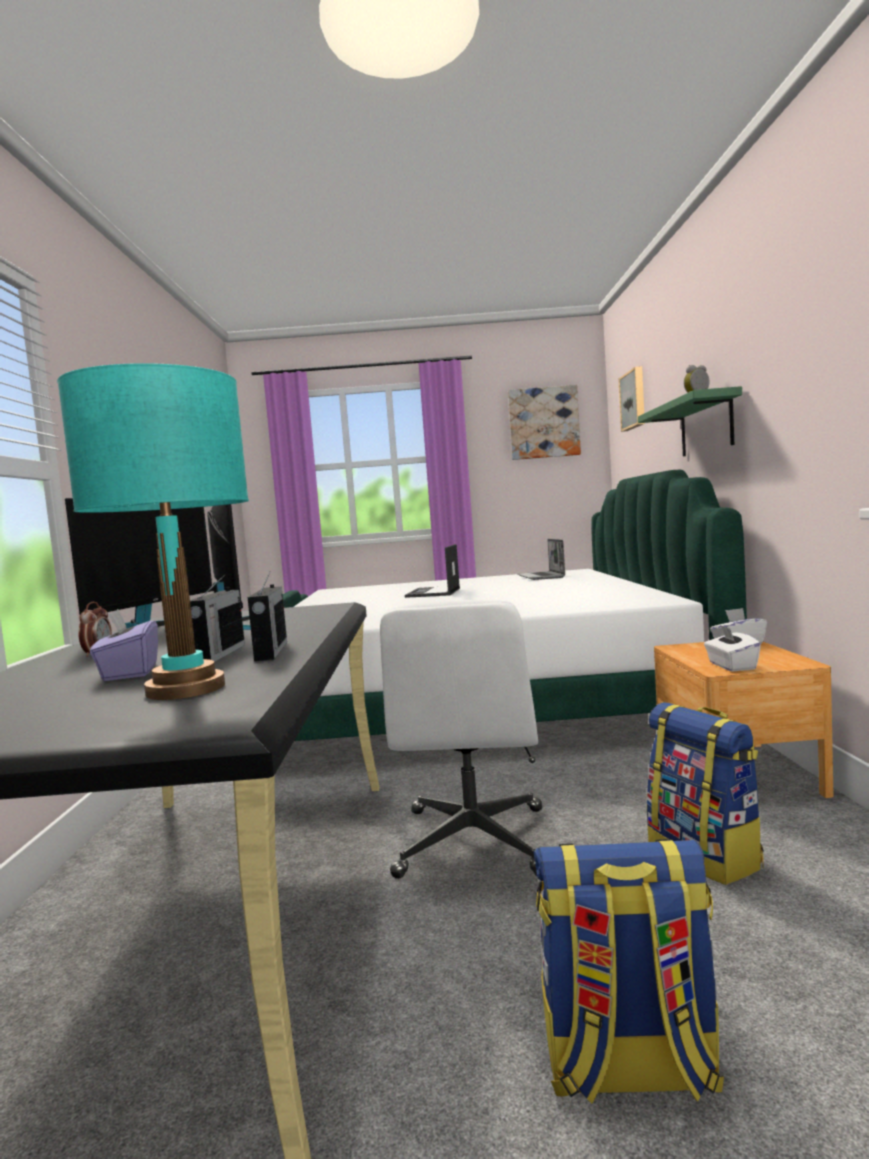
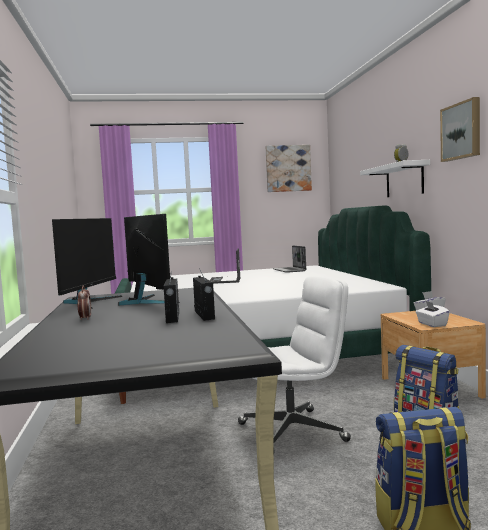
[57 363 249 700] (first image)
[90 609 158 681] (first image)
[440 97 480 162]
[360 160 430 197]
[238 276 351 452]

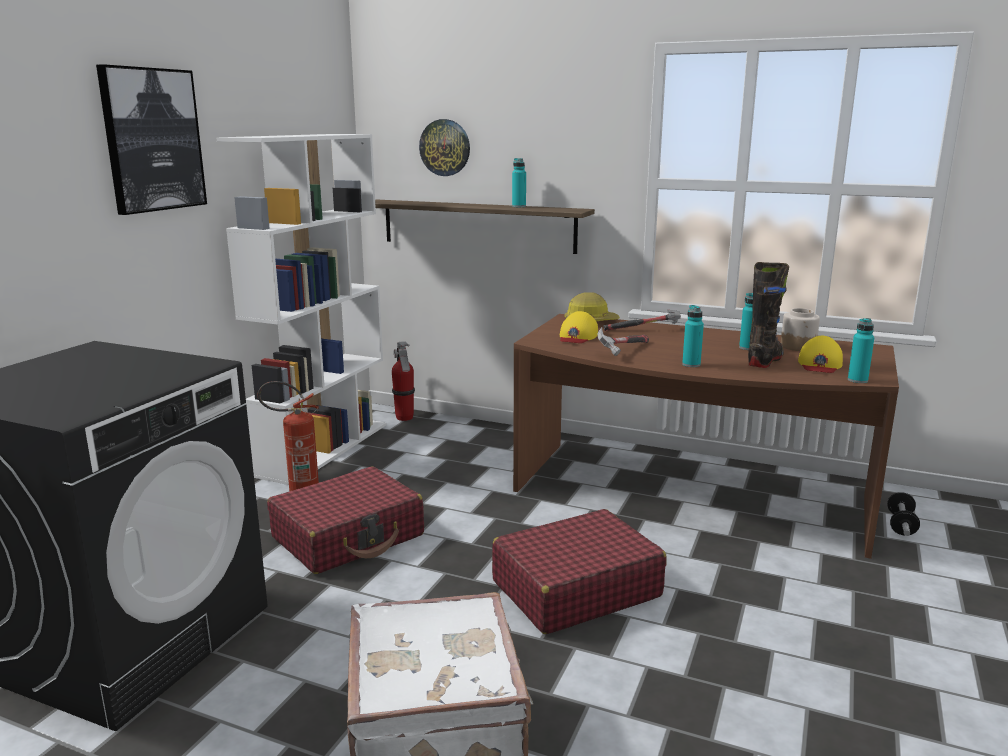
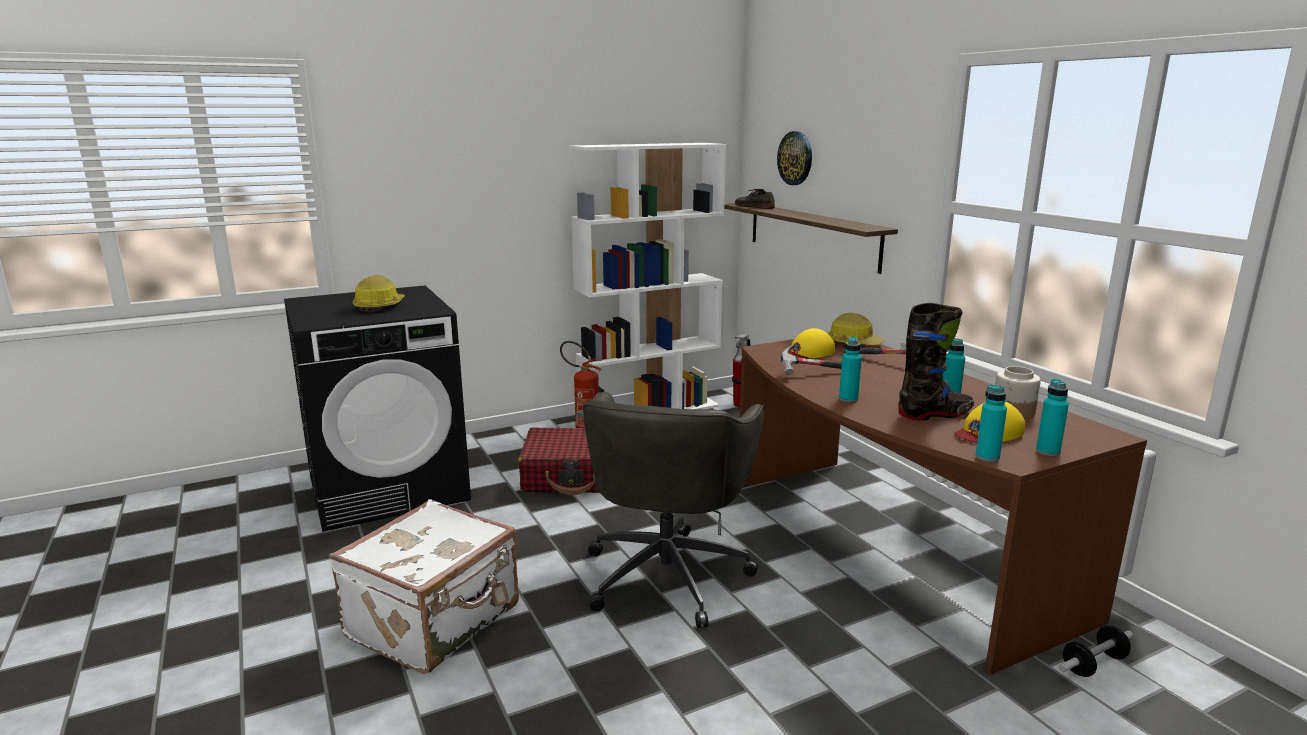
[96 64 207 215] (first image)
[352 275 405 312]
[735 189 775 209]
[1036 379 1069 456]
[583 392 764 628]

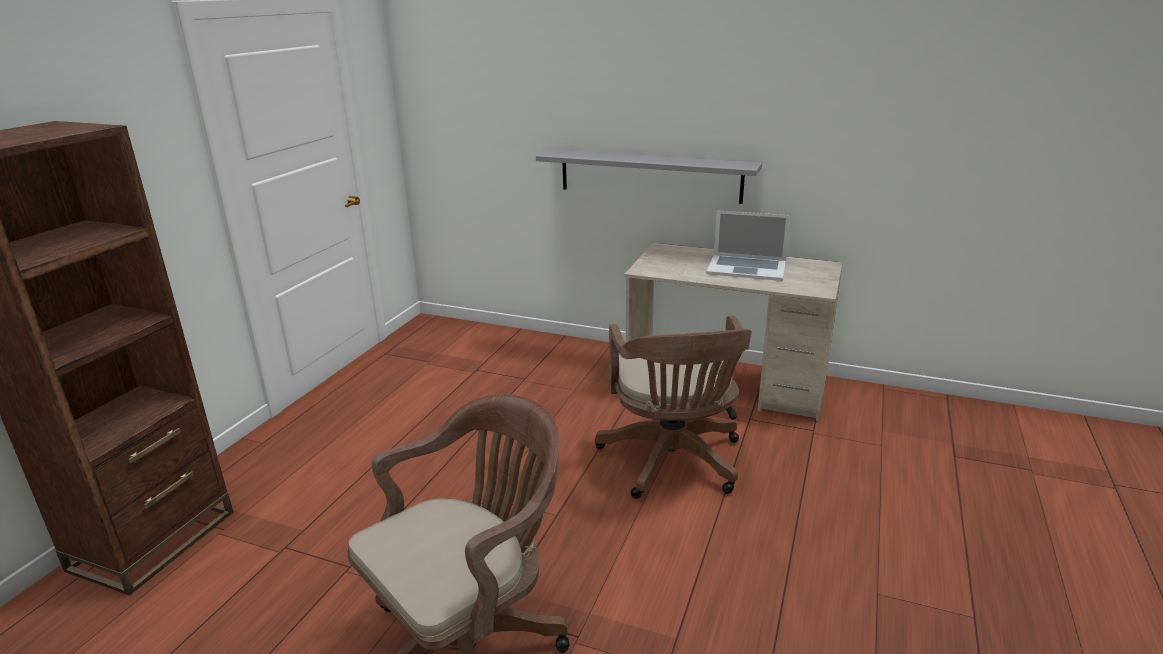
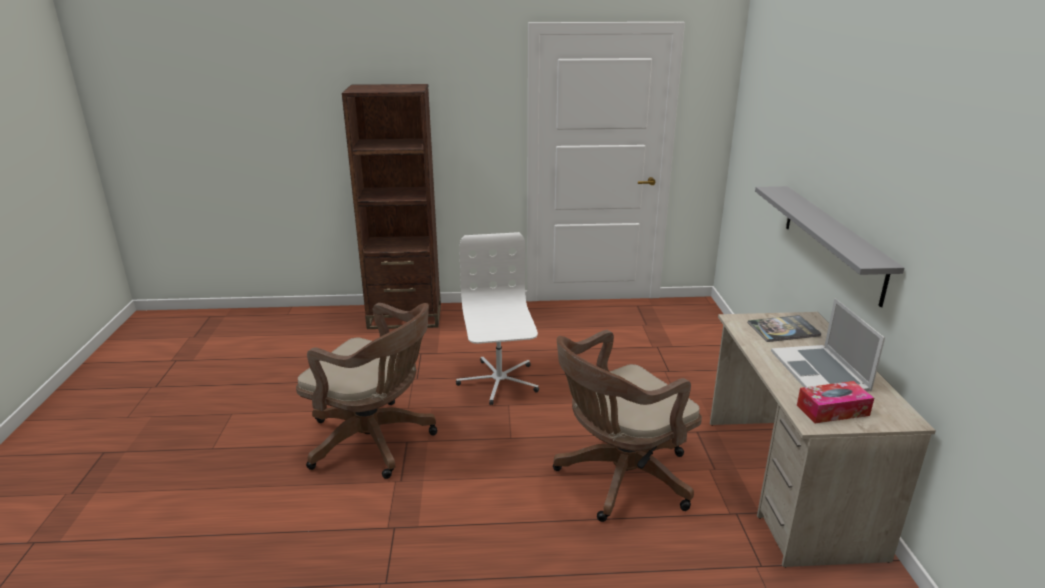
[456 232 539 405]
[748 315 822 342]
[797 381 874 423]

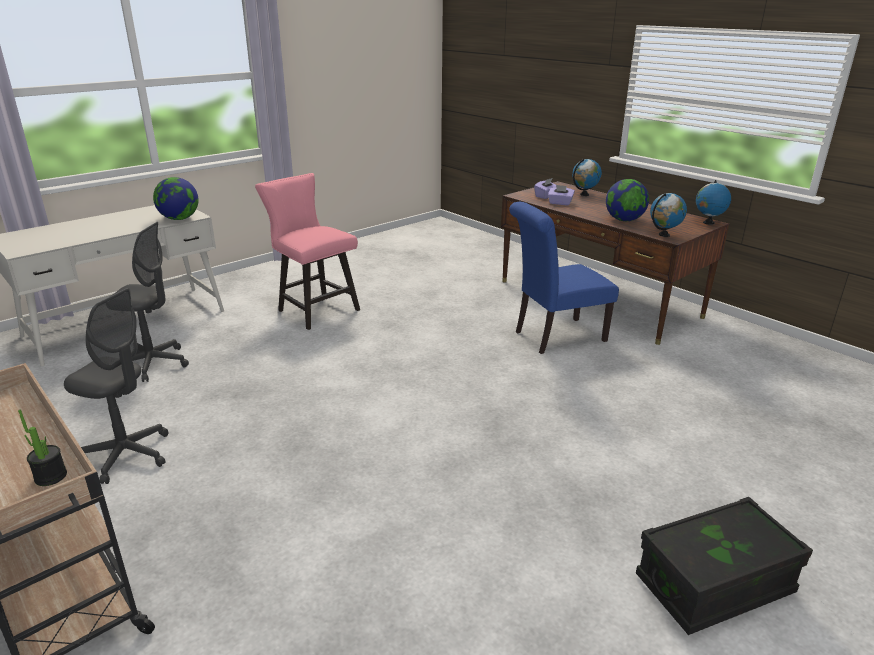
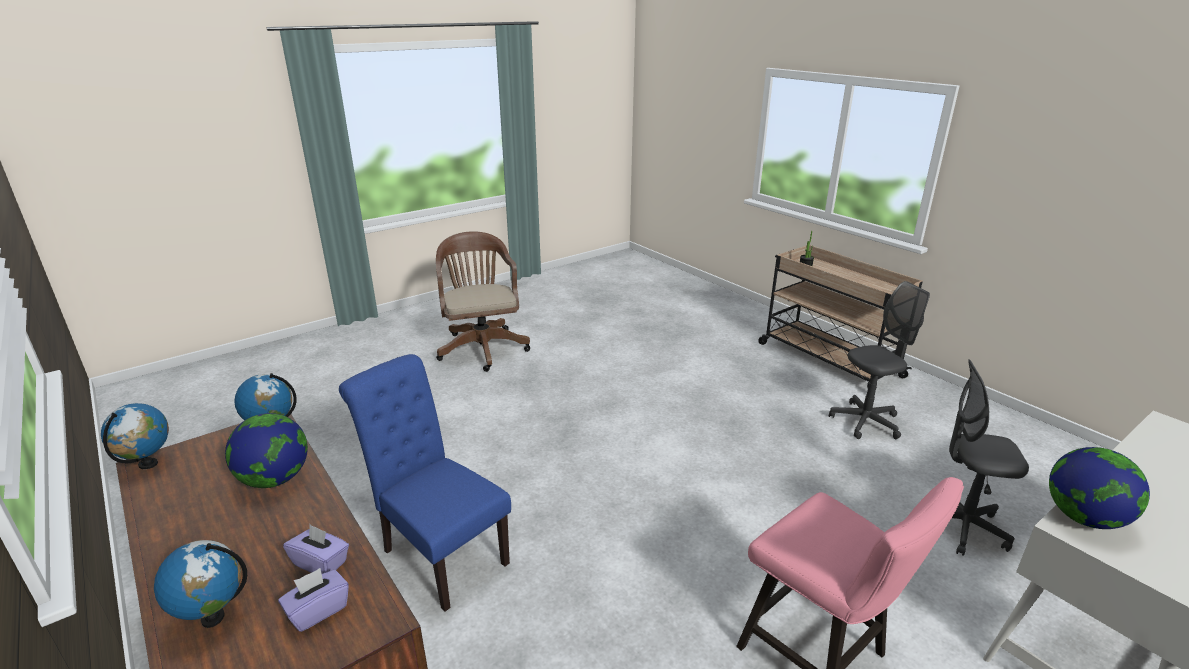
[436 231 530 372]
[829 281 930 439]
[339 354 511 612]

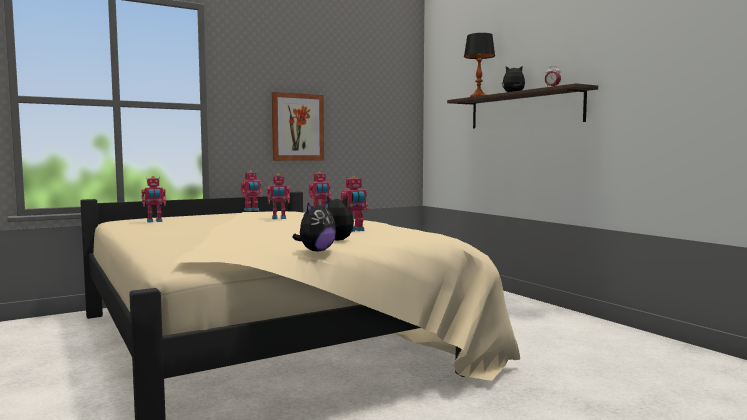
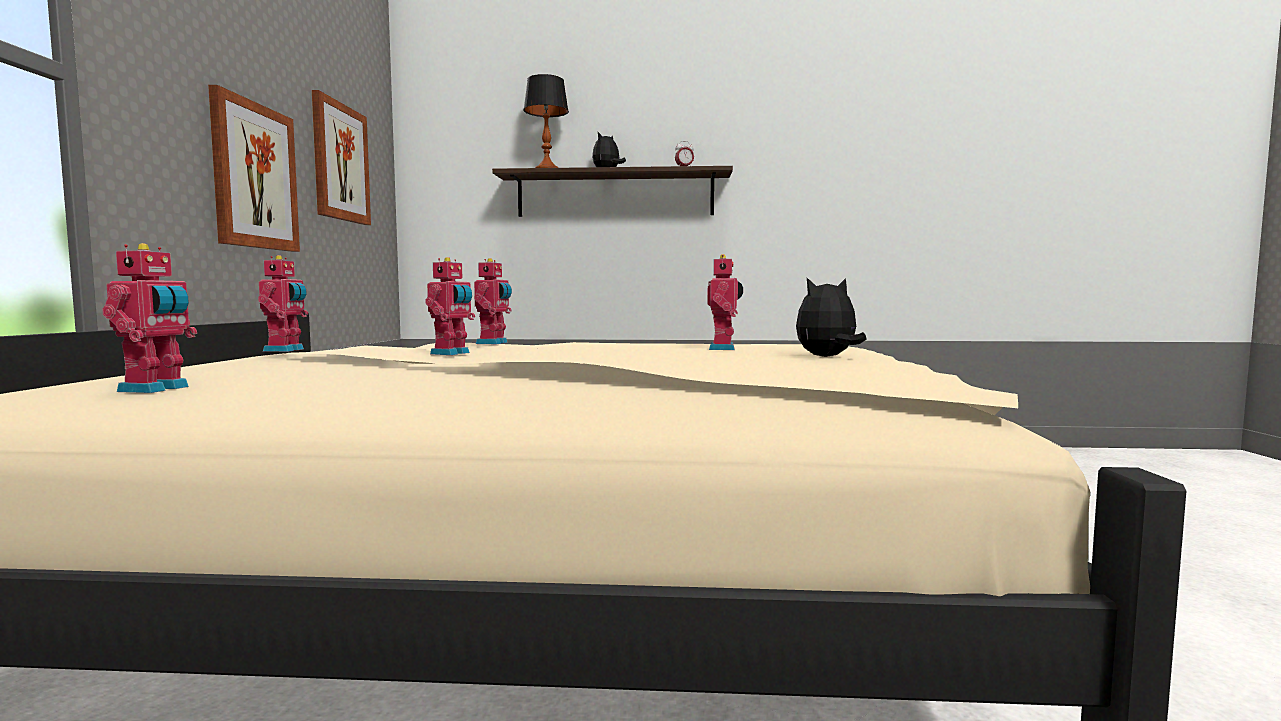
[292 201 336 252] (first image)
[312 90 371 225]

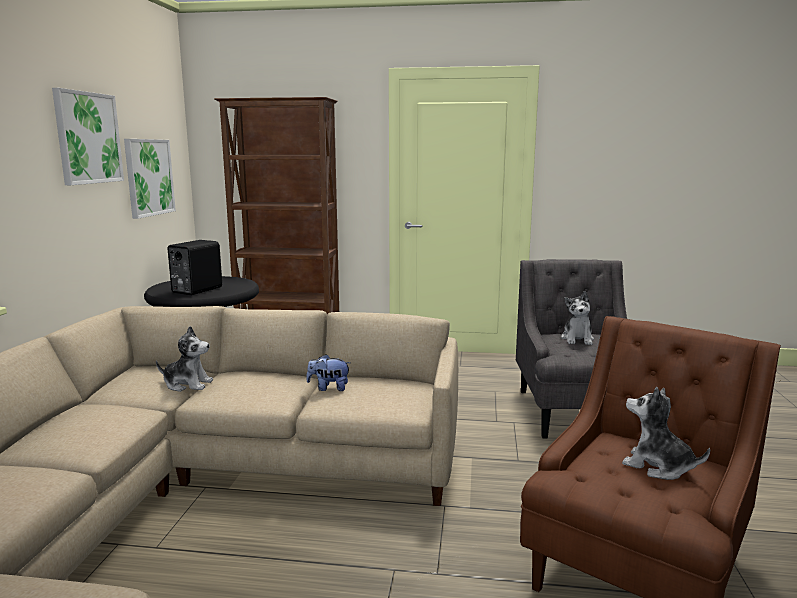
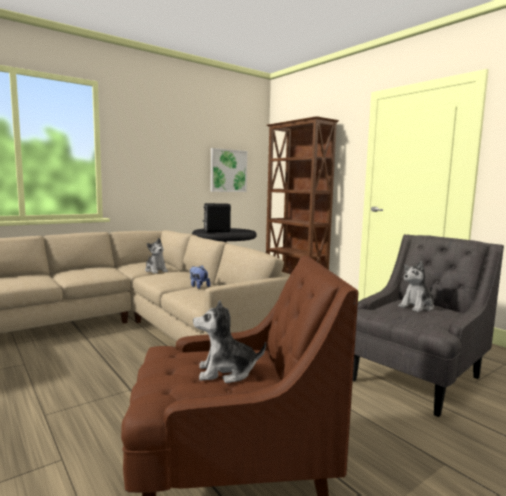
[52 88 124 185] (first image)
[193 300 266 383]

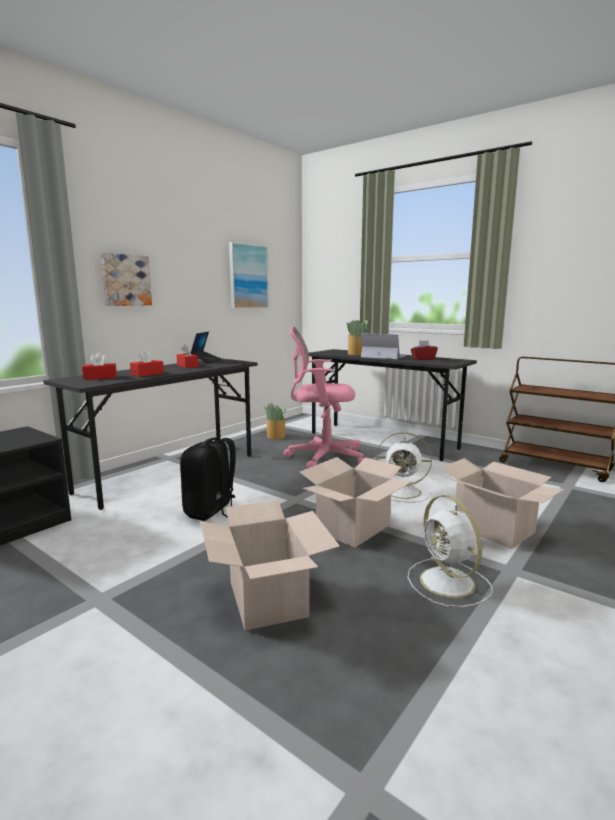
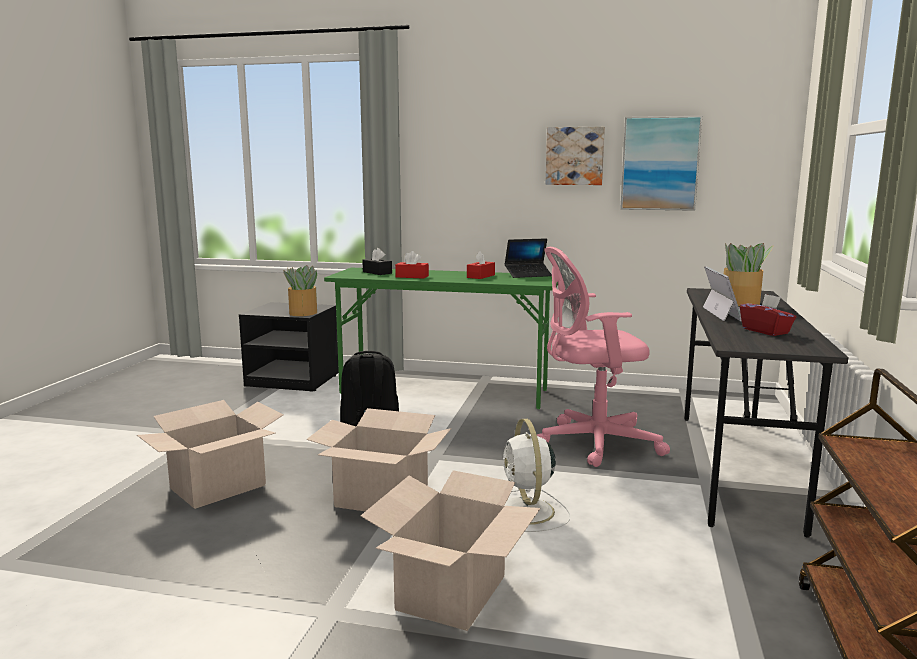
[407 495 493 607] (first image)
[545 127 605 185]
[283 265 317 316]
[324 268 558 409]
[362 248 392 275]
[537 247 670 467]

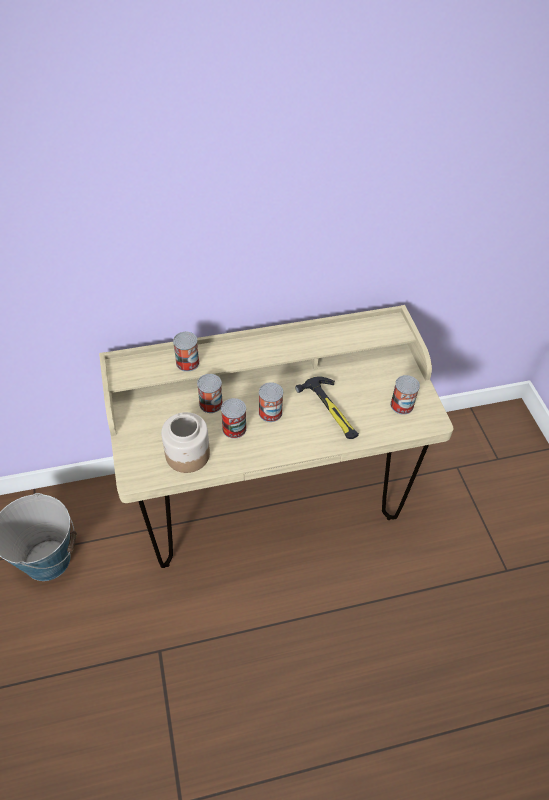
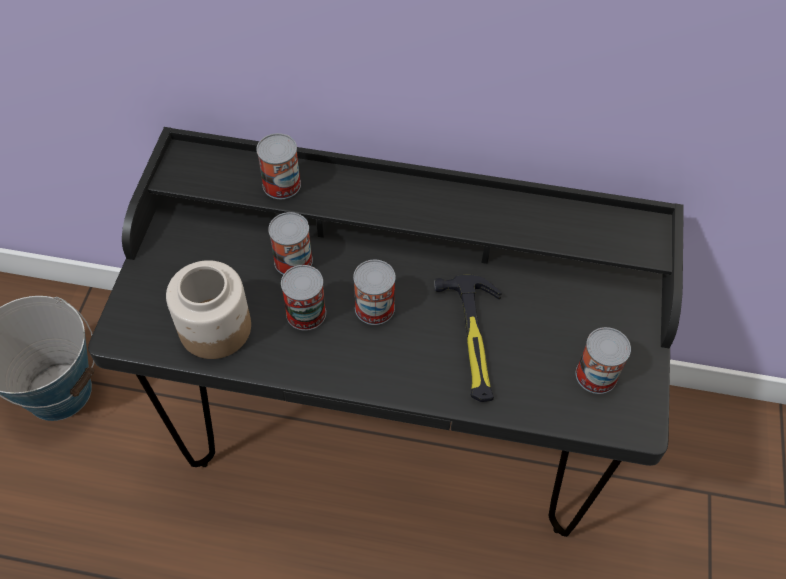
[88 127 684 537]

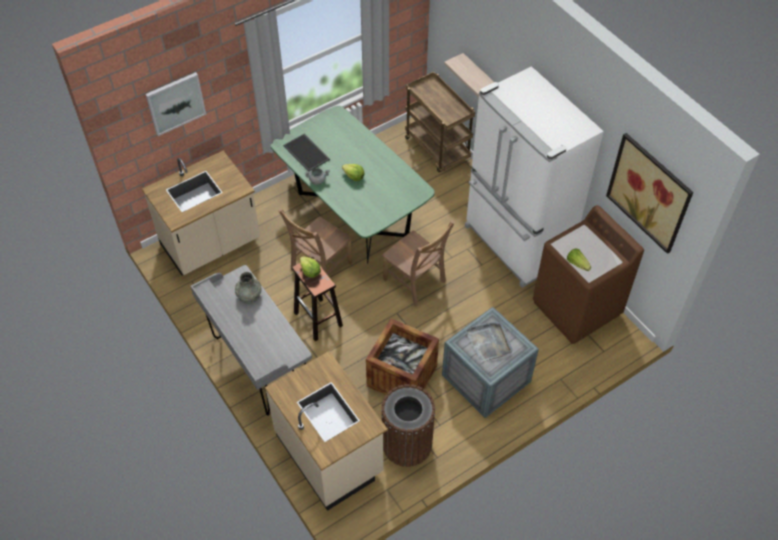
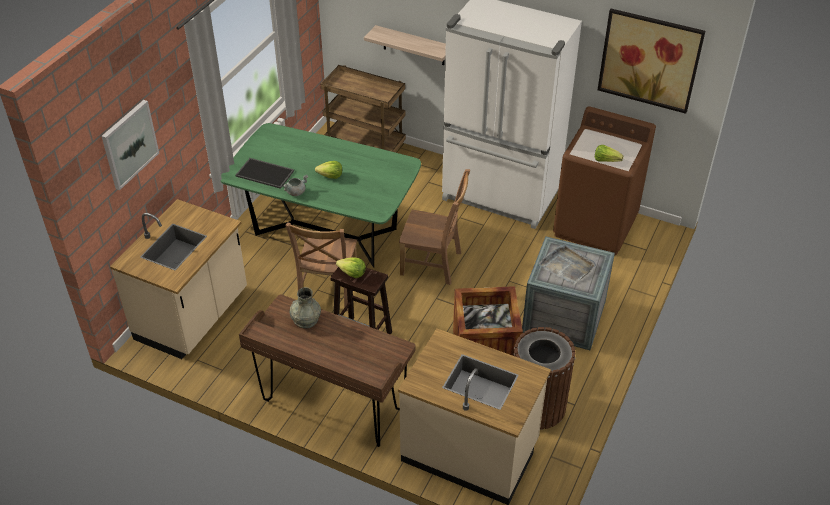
[239 294 416 447]

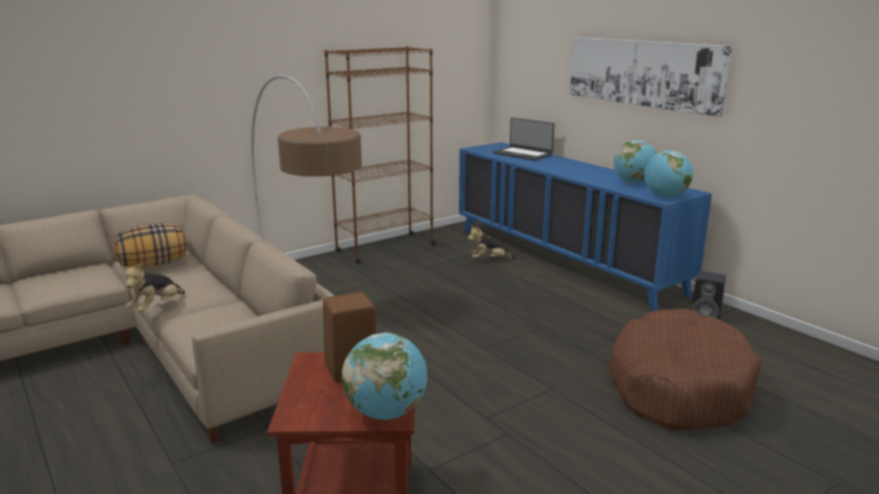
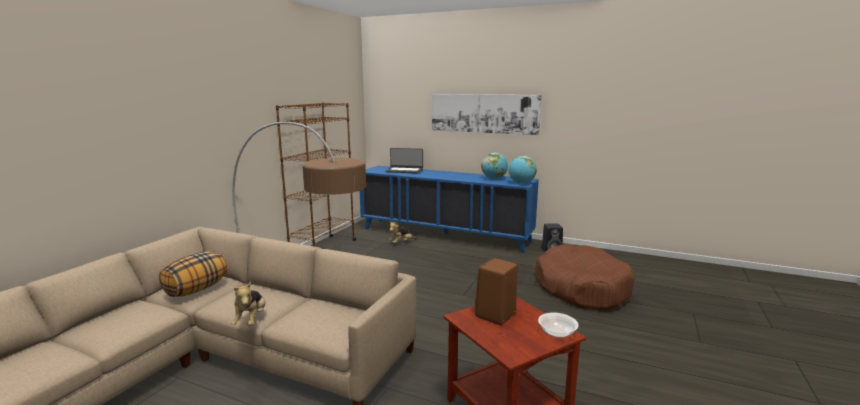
[538 312 578 338]

